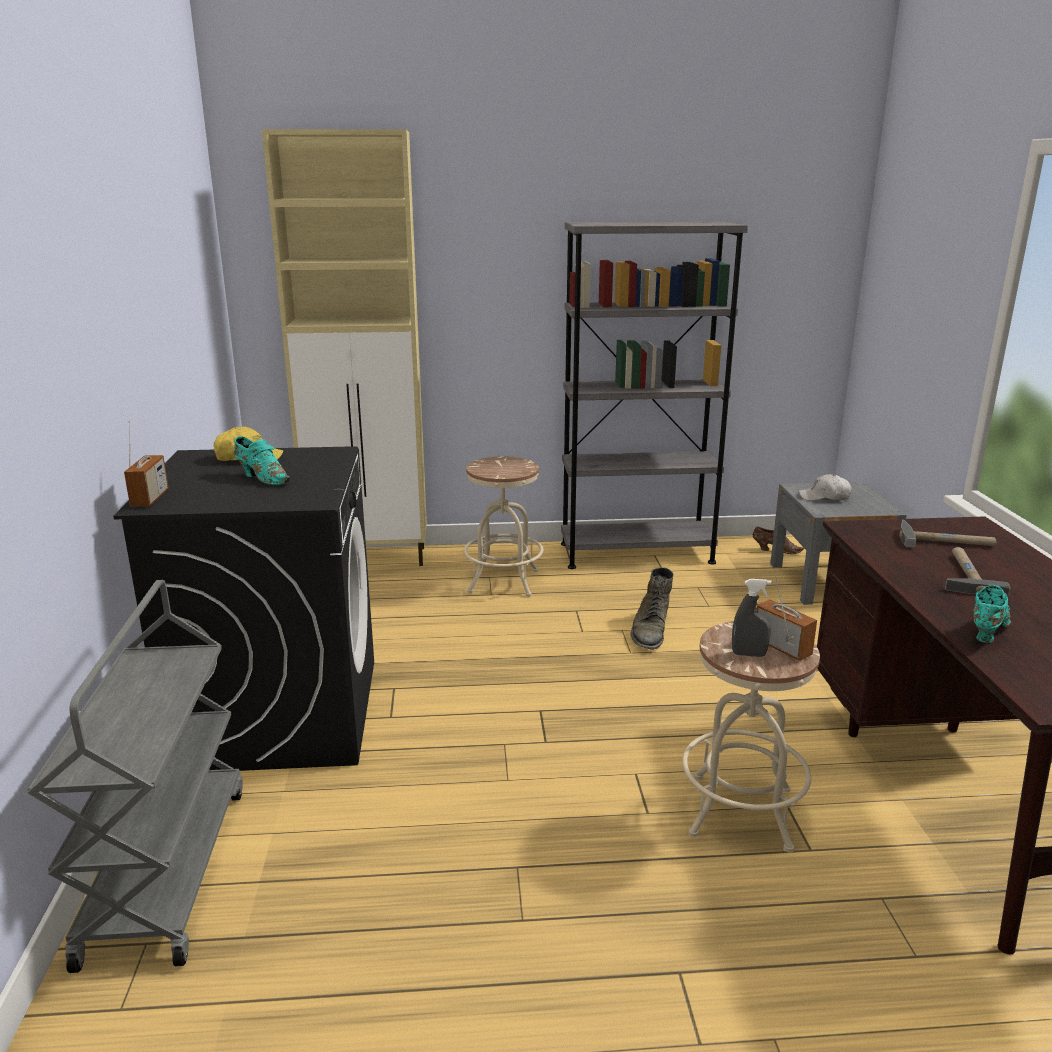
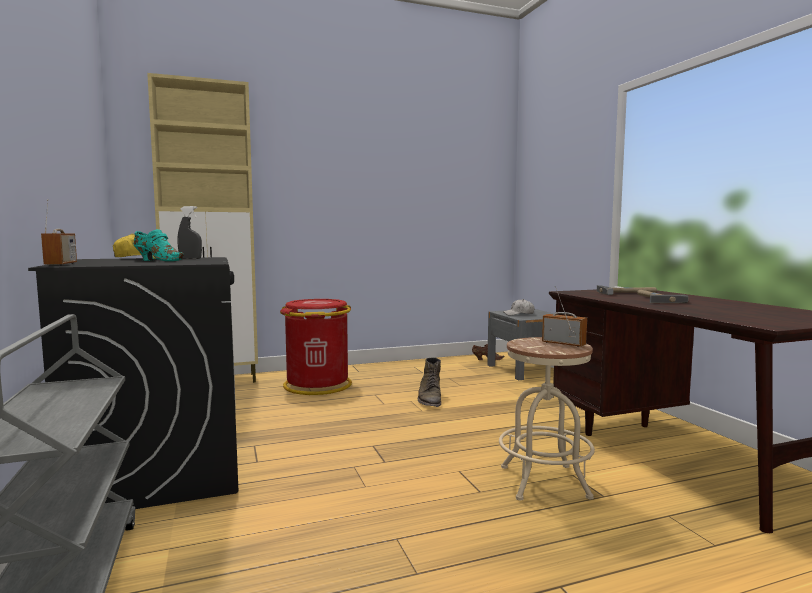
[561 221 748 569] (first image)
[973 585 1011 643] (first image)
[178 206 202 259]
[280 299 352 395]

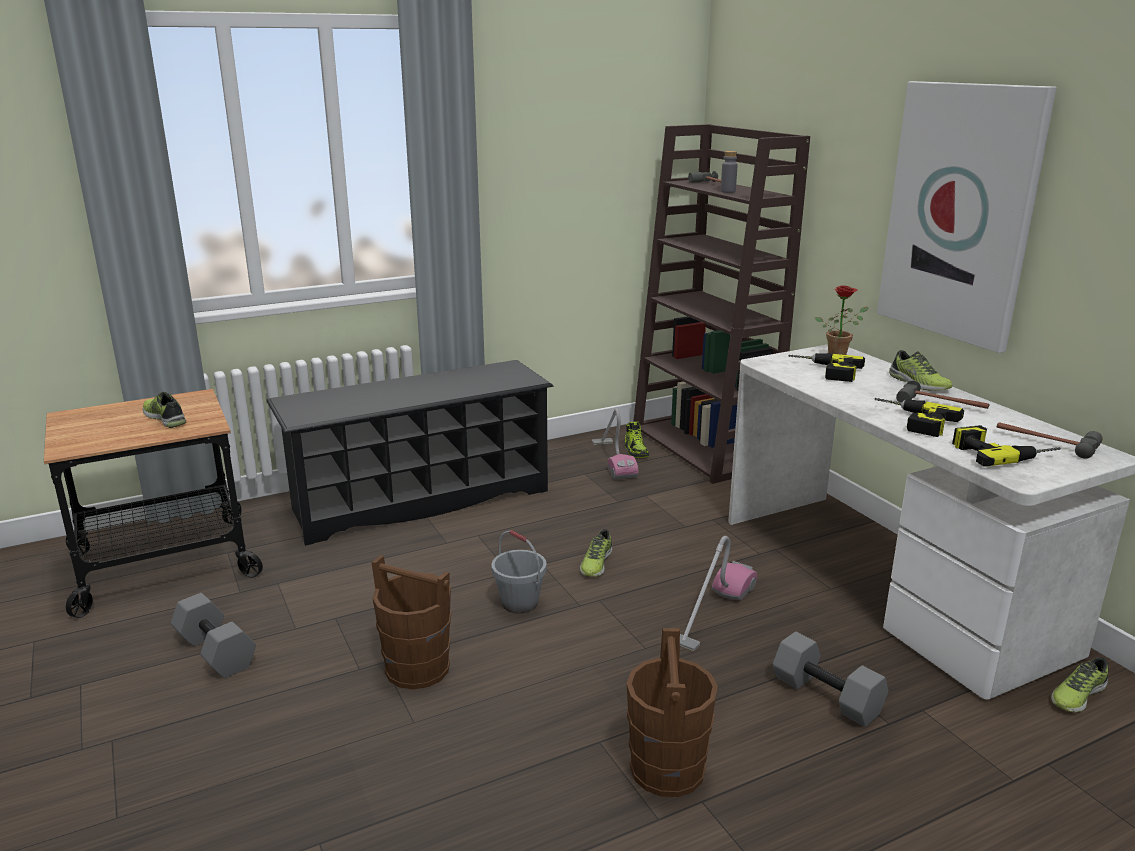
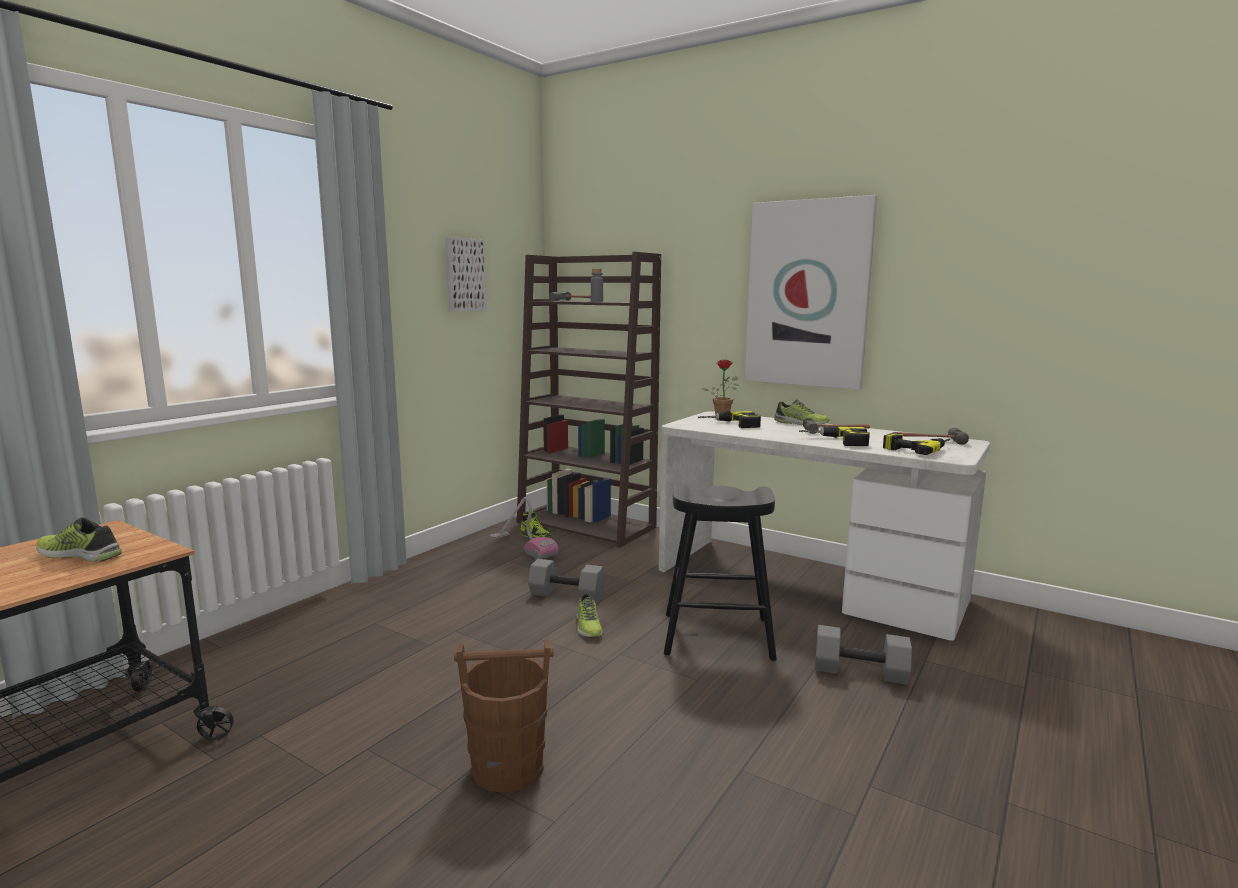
[266 360 554 546] (first image)
[491 530 547 614] (first image)
[626 628 718 797] (first image)
[1051 657 1108 712] (first image)
[445 237 487 311]
[528 559 606 603]
[664 484 777 661]

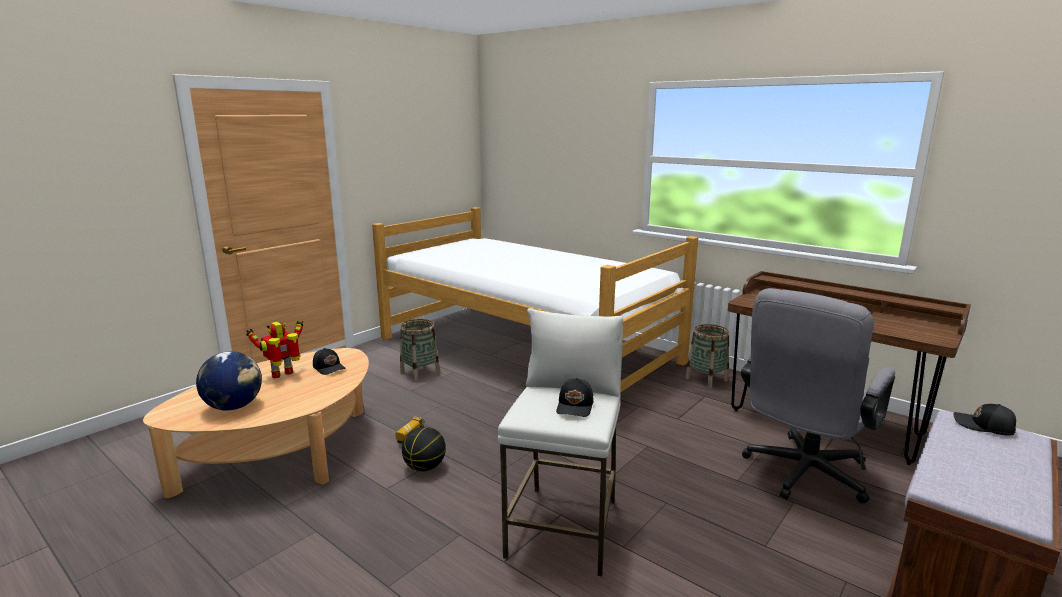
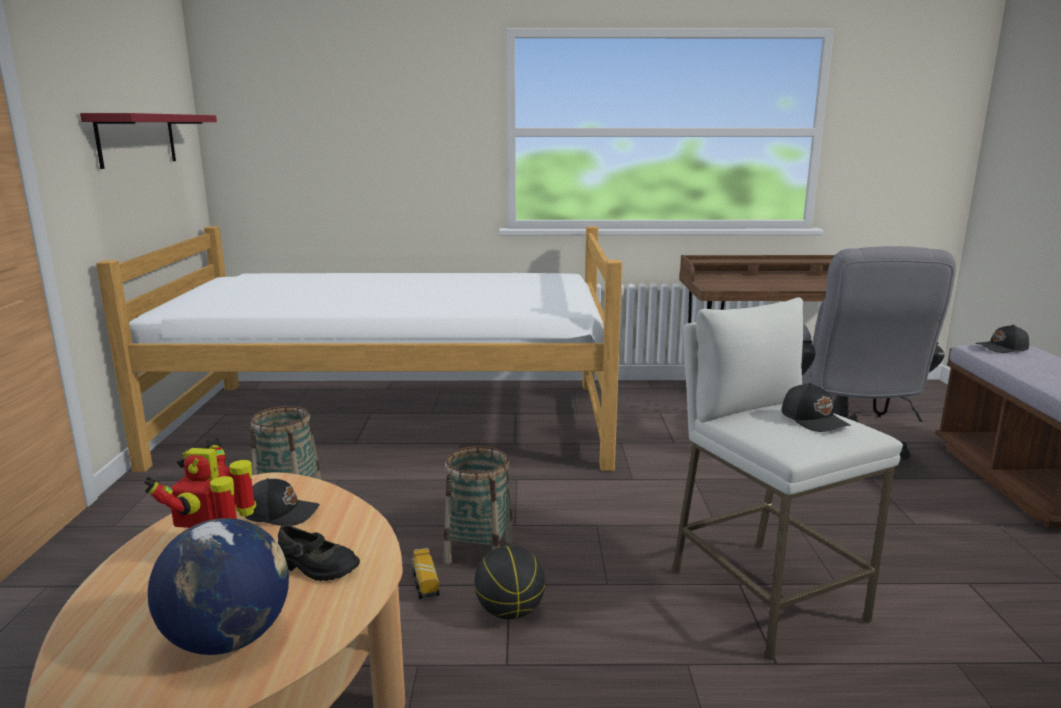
[80 113 217 169]
[278 524 360 581]
[443 446 514 564]

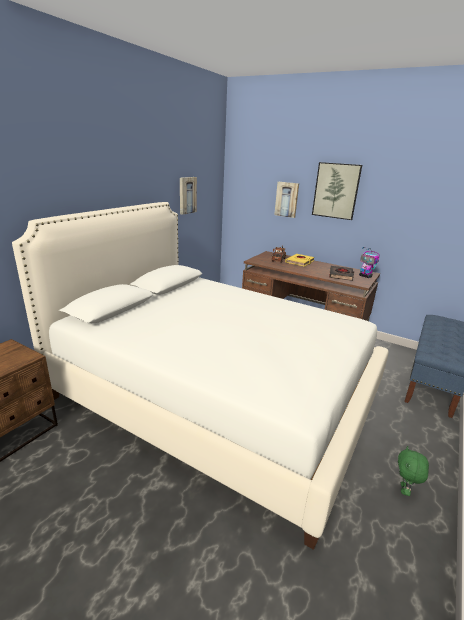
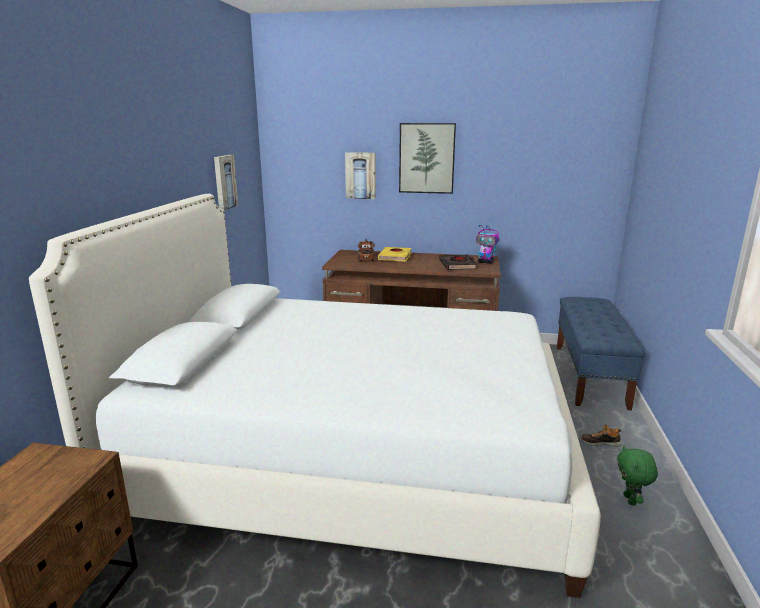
[580 424 622 446]

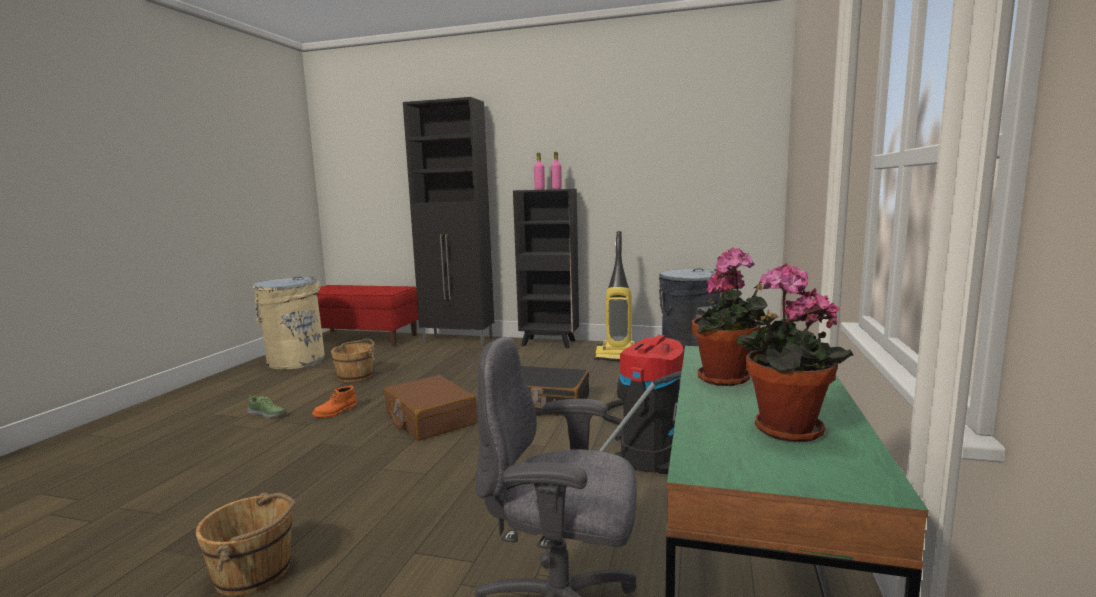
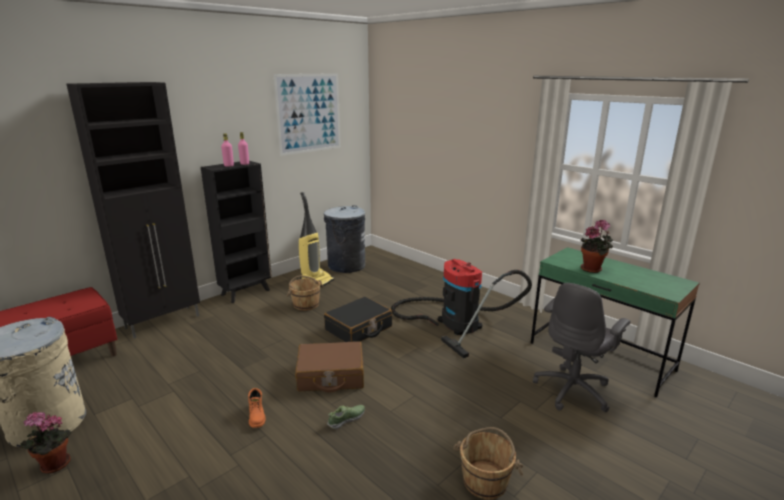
[273 73 341 156]
[327 405 365 429]
[287 276 324 311]
[21 412 72 474]

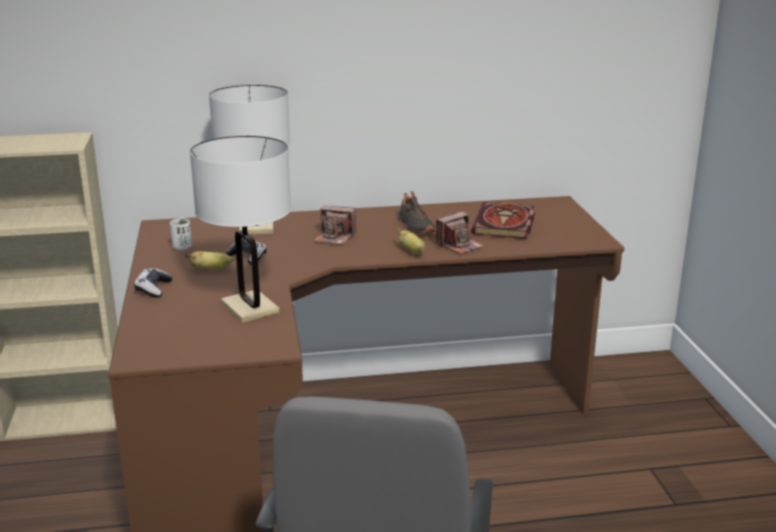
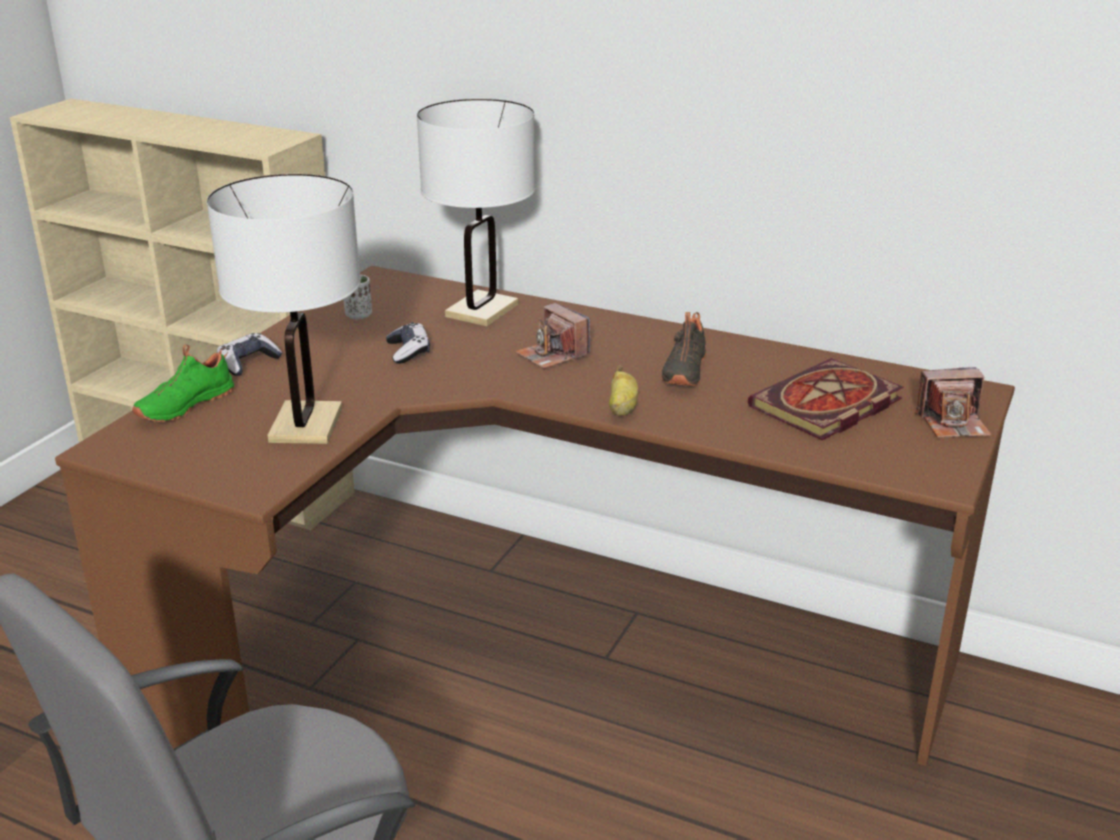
[185 251 234 269] (first image)
[132 344 234 422]
[915 367 991 438]

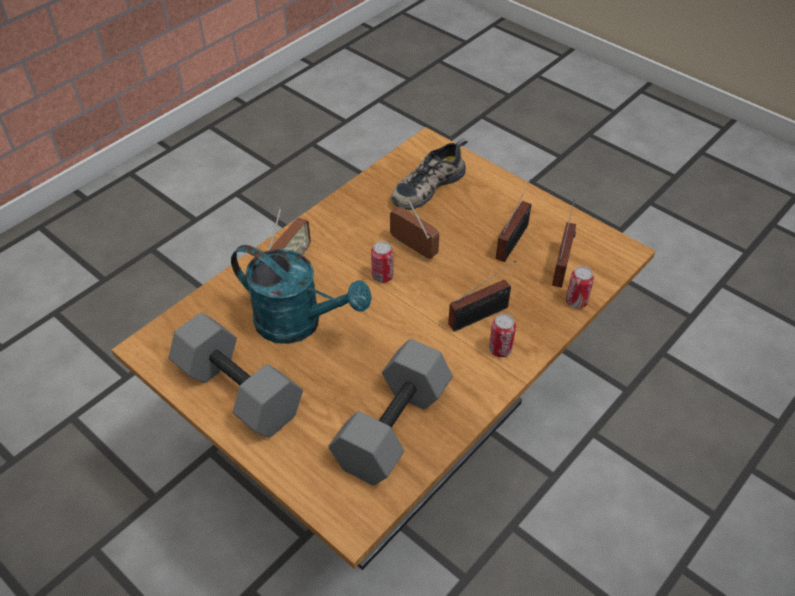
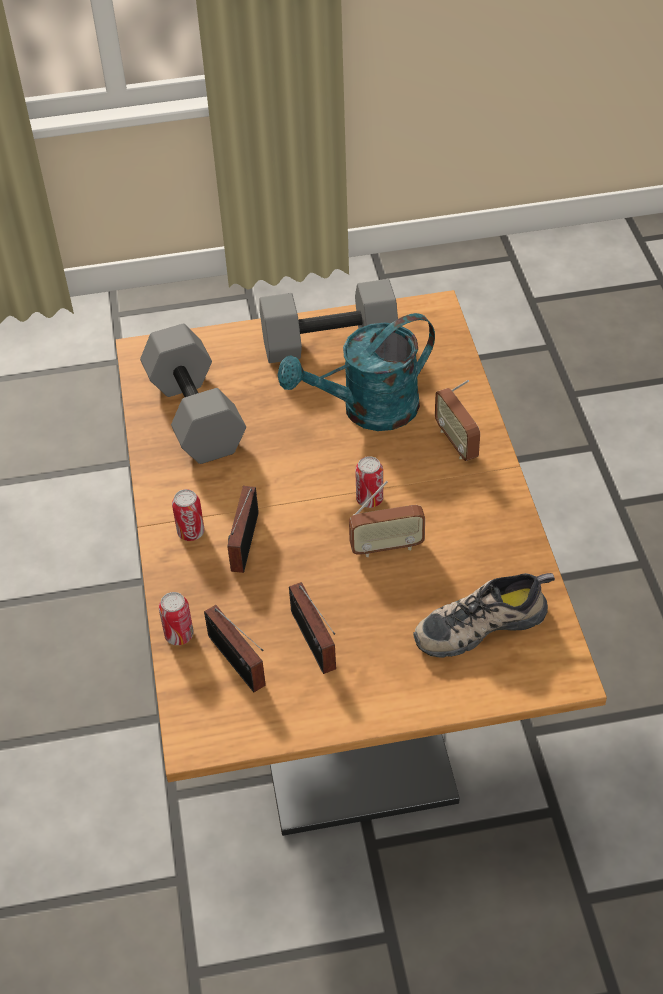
[413 573 555 658]

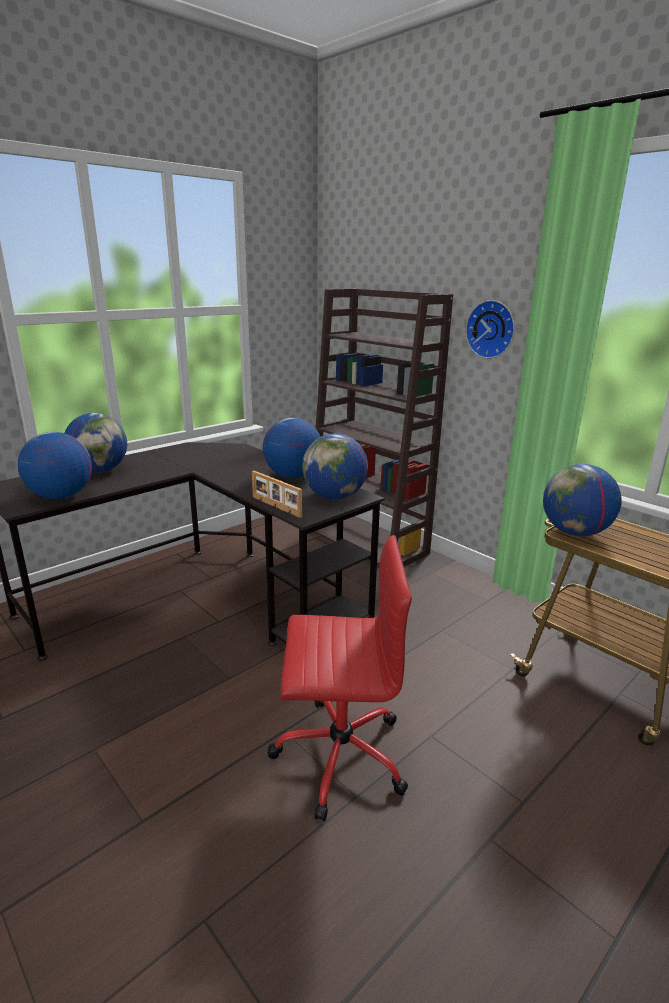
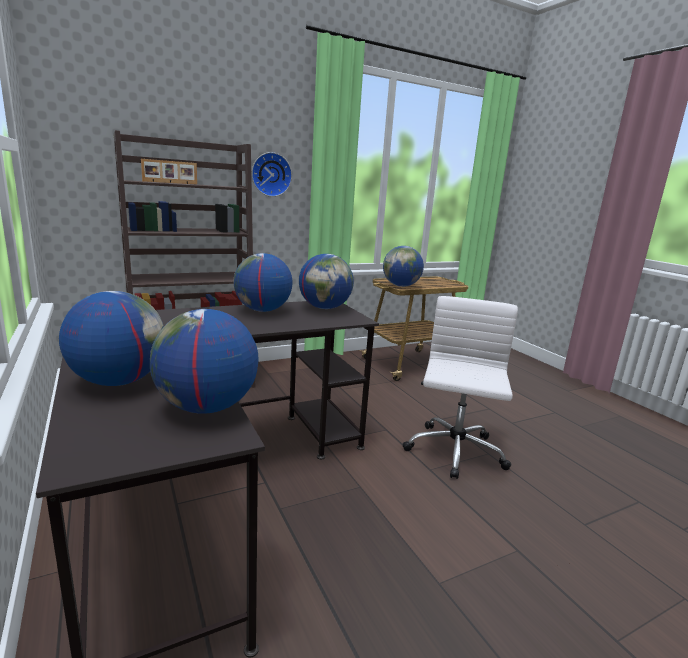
[141 159 197 185]
[402 296 518 479]

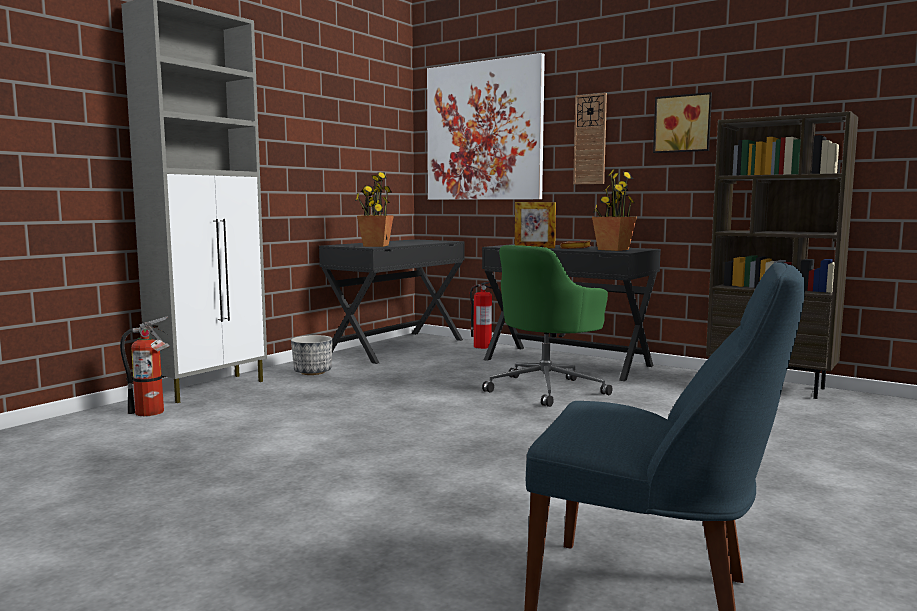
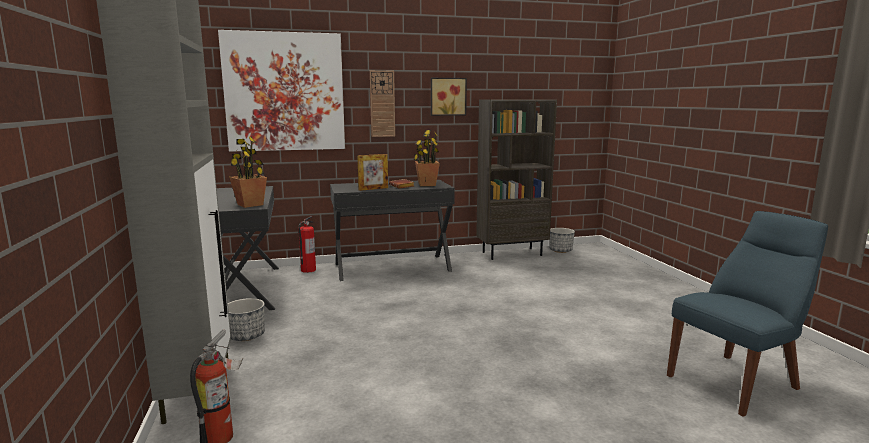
[482 245 612 407] (first image)
[549 228 575 253]

